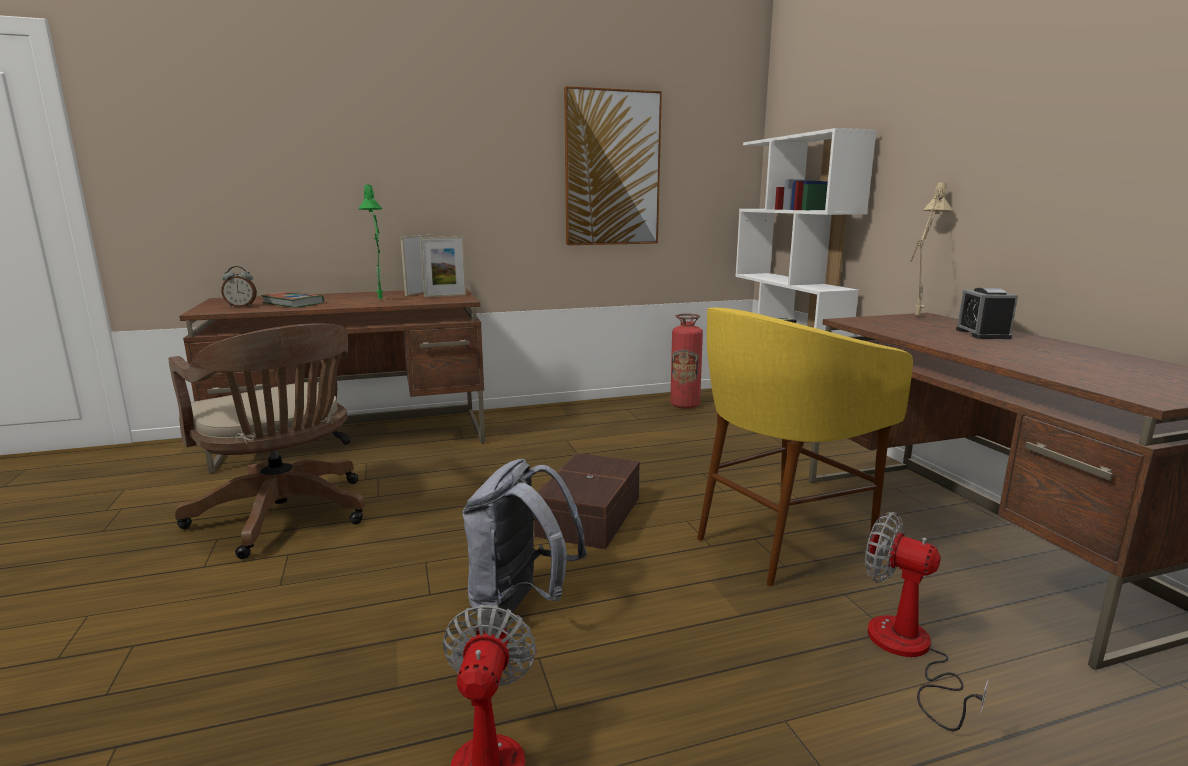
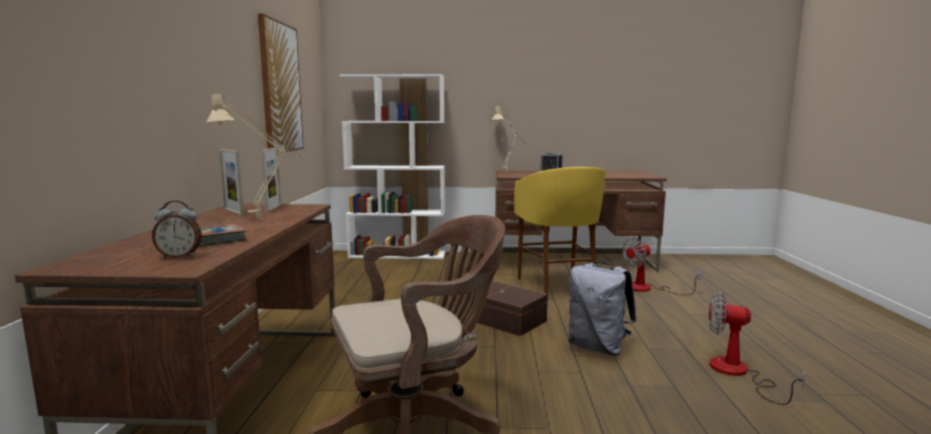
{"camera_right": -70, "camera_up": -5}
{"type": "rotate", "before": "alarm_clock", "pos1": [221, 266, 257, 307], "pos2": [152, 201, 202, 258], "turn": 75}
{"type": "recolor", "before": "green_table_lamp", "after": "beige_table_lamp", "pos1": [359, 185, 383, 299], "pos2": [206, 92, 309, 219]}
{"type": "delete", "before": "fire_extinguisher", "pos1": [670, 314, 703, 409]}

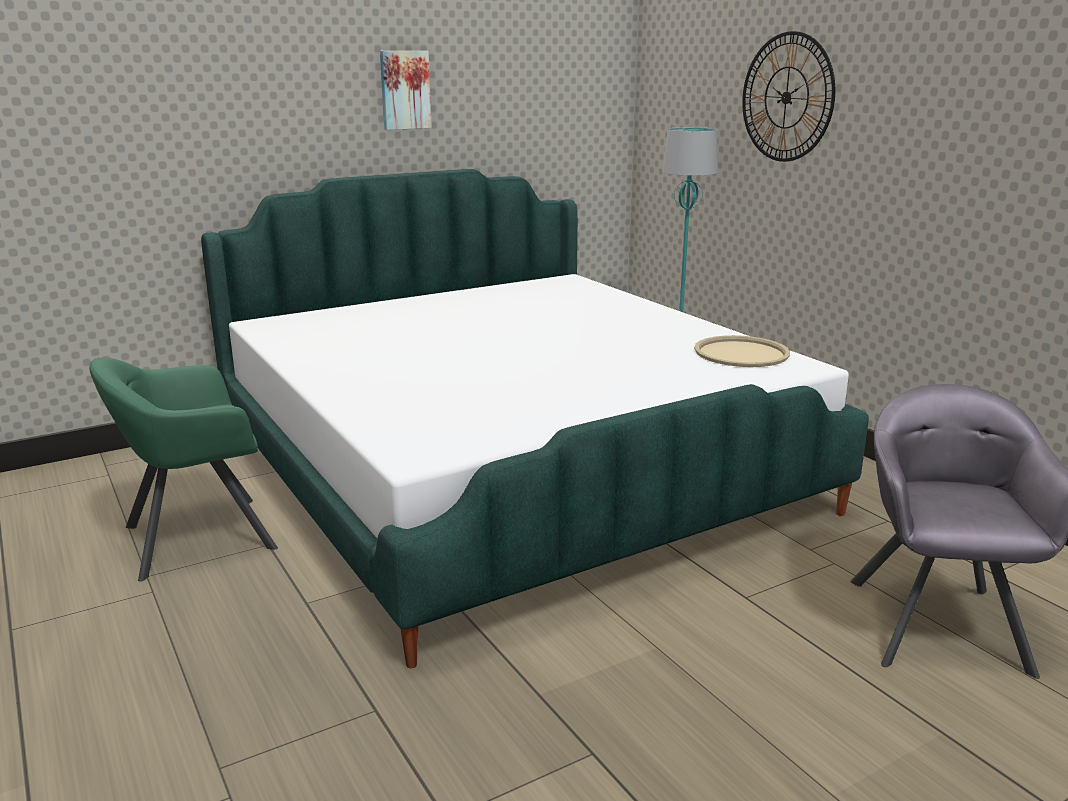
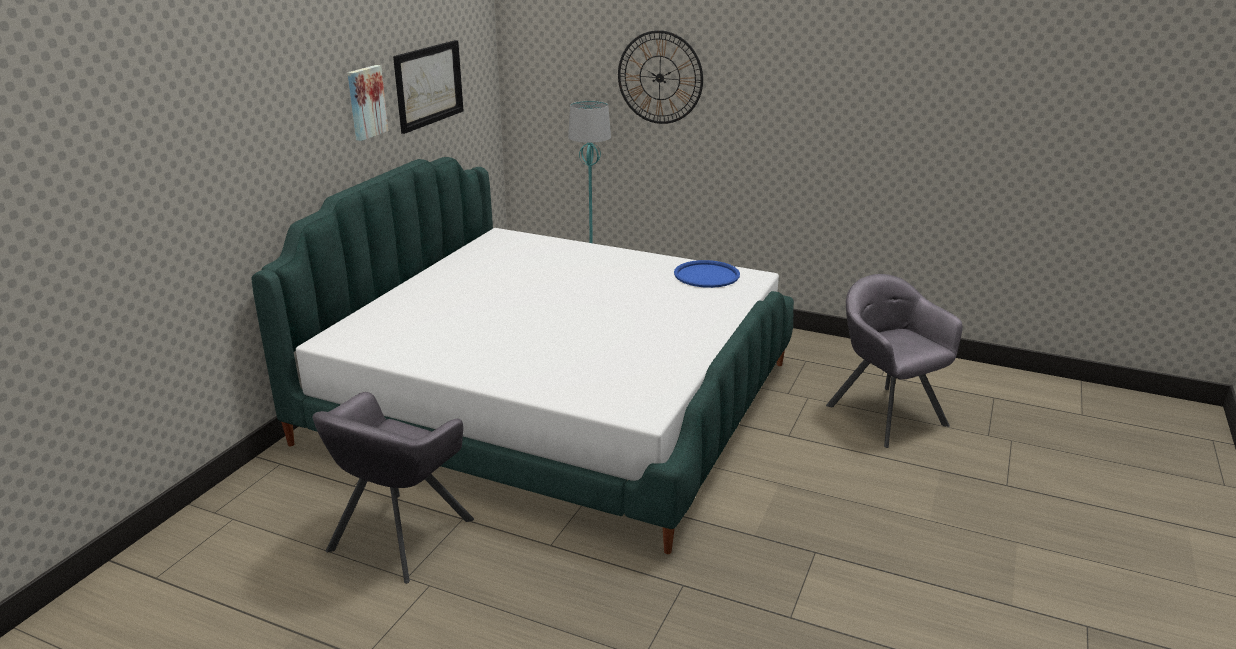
{"camera_right": -35, "camera_up": 5}
{"type": "recolor", "before": "green_armchair", "after": "grey_armchair", "pos1": [89, 358, 278, 581], "pos2": [313, 392, 474, 584]}
{"type": "recolor", "before": "beige_tray", "after": "blue_tray", "pos1": [694, 335, 790, 367], "pos2": [674, 260, 740, 288]}
{"type": "insert", "after": "picture", "pos2": [393, 40, 463, 134]}

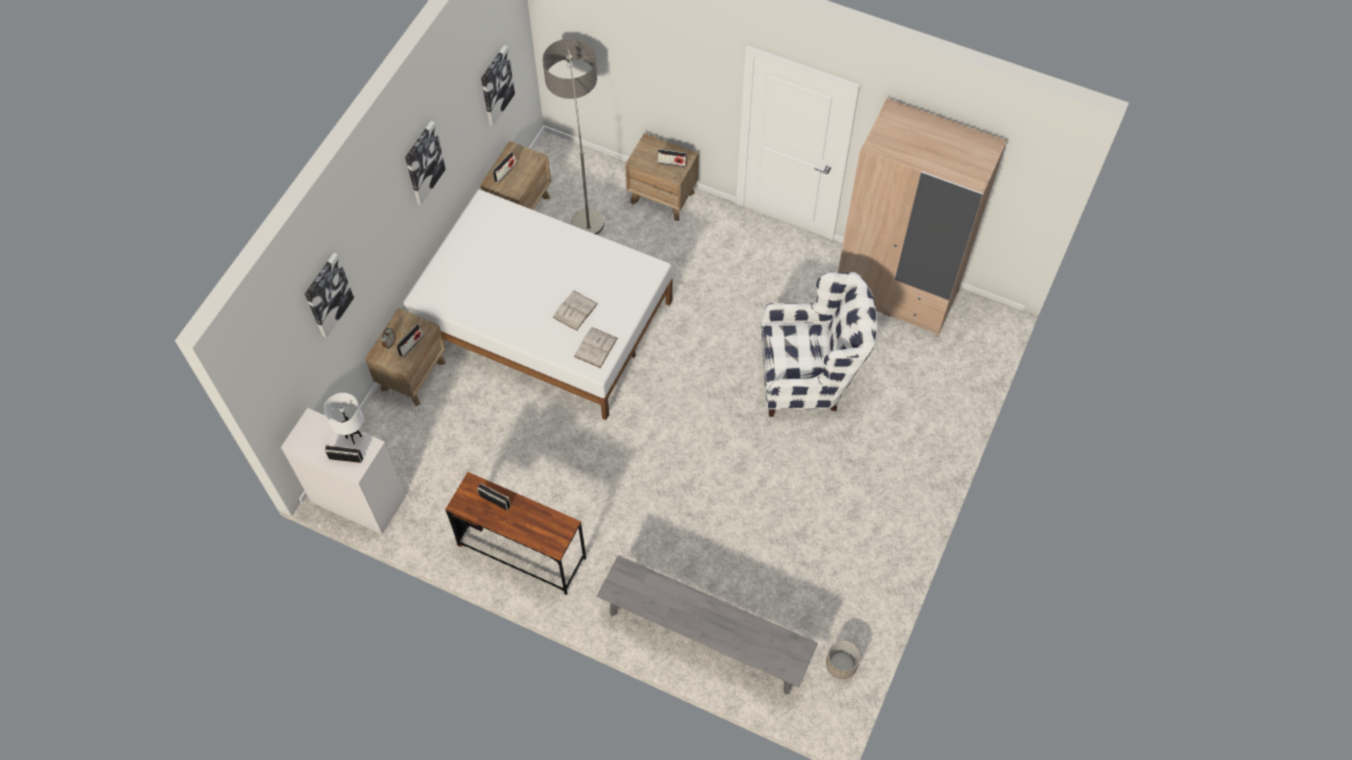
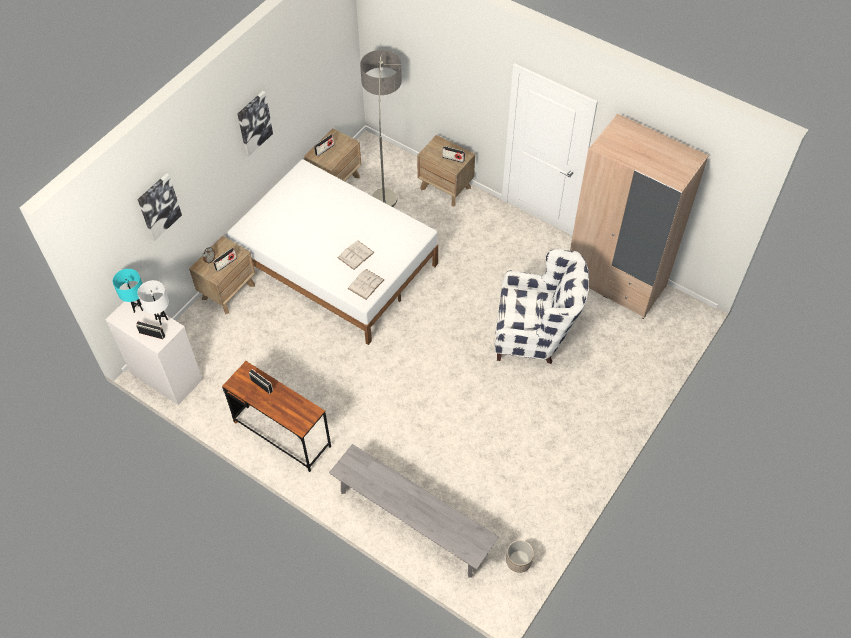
{"camera_right": 10, "camera_up": -5}
{"type": "delete", "before": "picture", "pos1": [481, 45, 515, 126]}
{"type": "insert", "after": "turquoise_table_lamp", "pos2": [113, 269, 143, 313]}

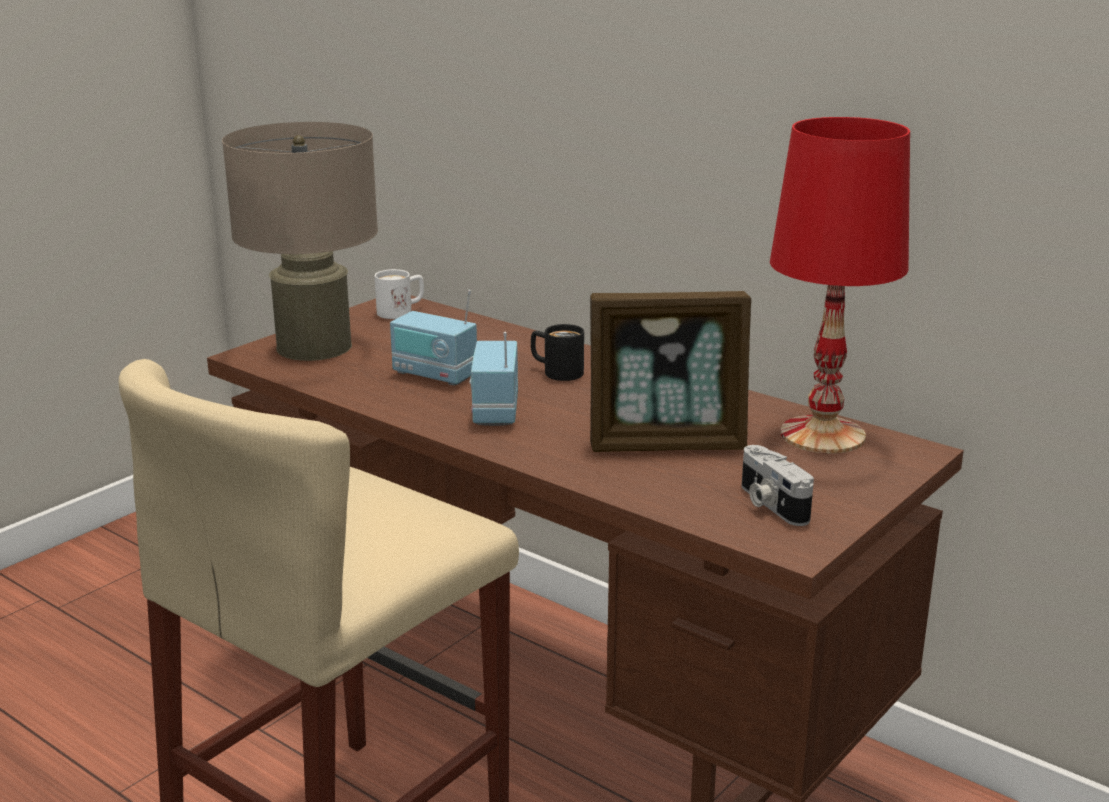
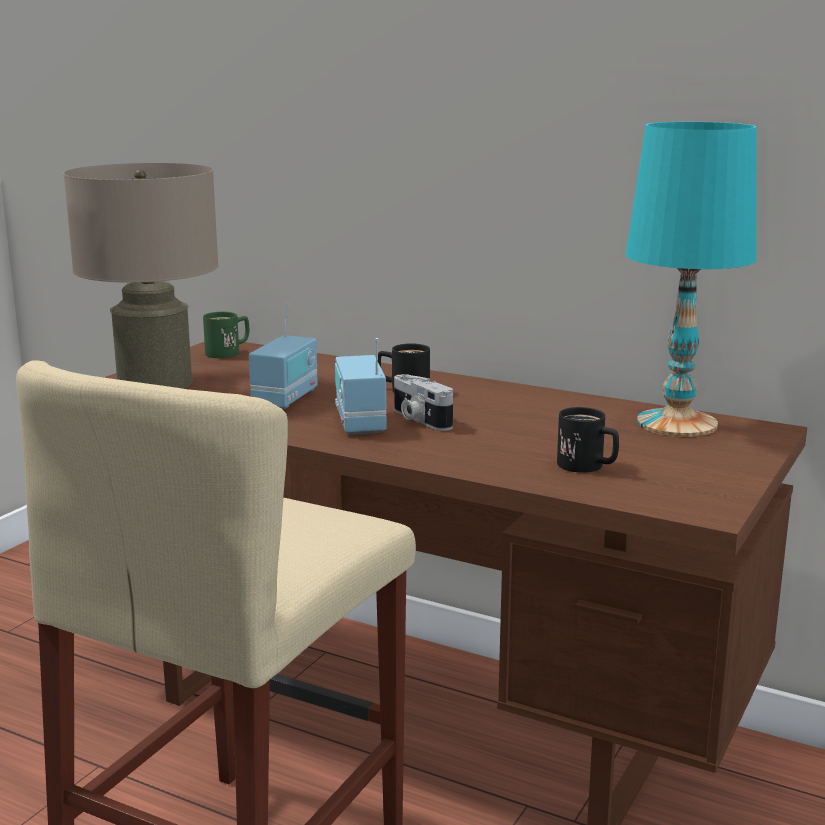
{"camera_right": -10, "camera_up": -5}
{"type": "recolor", "before": "white_mug", "after": "green_mug", "pos1": [375, 269, 424, 319], "pos2": [203, 312, 249, 358]}
{"type": "rotate", "before": "radio", "pos1": [390, 290, 477, 386], "pos2": [249, 302, 317, 409], "turn": -90}
{"type": "delete", "before": "picture_frame", "pos1": [590, 291, 751, 452]}
{"type": "move", "before": "photo_camera", "pos1": [742, 445, 814, 526], "pos2": [394, 374, 453, 431]}
{"type": "recolor", "before": "red_table_lamp", "after": "turquoise_table_lamp", "pos1": [770, 117, 910, 453], "pos2": [625, 122, 757, 437]}
{"type": "insert", "after": "black_mug", "pos2": [557, 407, 619, 473]}

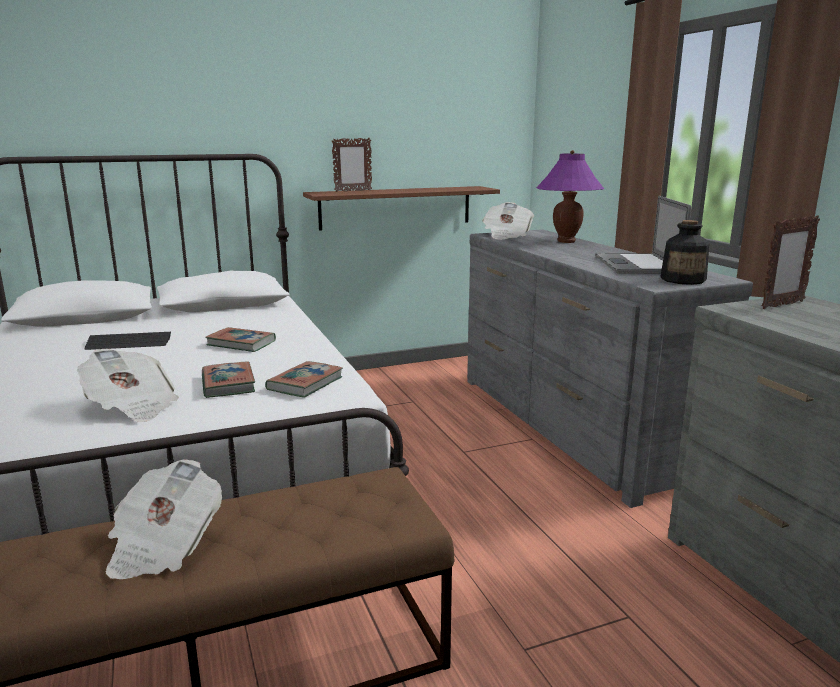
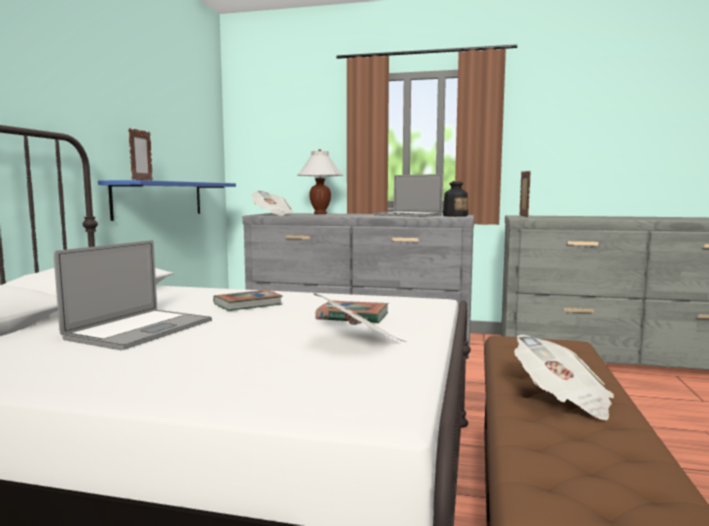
{"camera_right": -55, "camera_up": -10}
{"type": "replace", "before": "keyboard", "after": "laptop", "pos1": [84, 332, 171, 350], "pos2": [54, 240, 212, 350]}
{"type": "delete", "before": "book", "pos1": [265, 361, 343, 398]}
{"type": "recolor", "before": "brown_shelf", "after": "blue_shelf", "pos1": [303, 186, 500, 231], "pos2": [98, 180, 236, 221]}
{"type": "recolor", "before": "purple_table_lamp", "after": "white_table_lamp", "pos1": [536, 150, 604, 243], "pos2": [297, 149, 343, 214]}

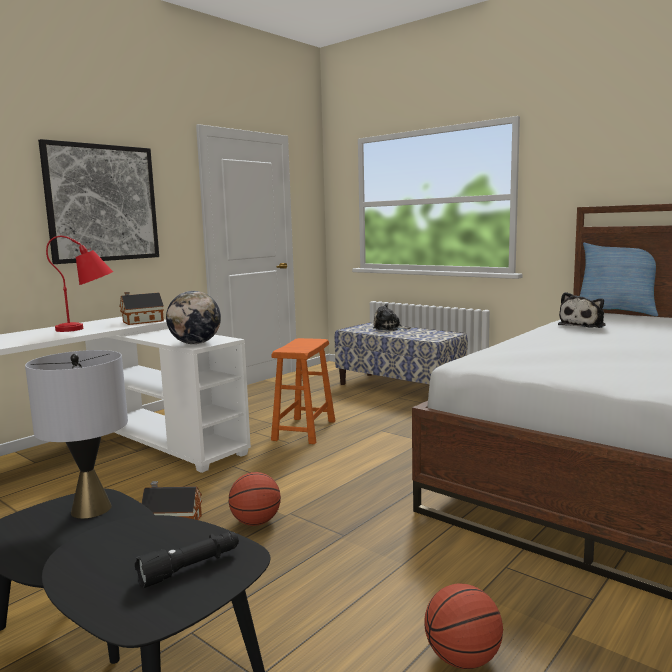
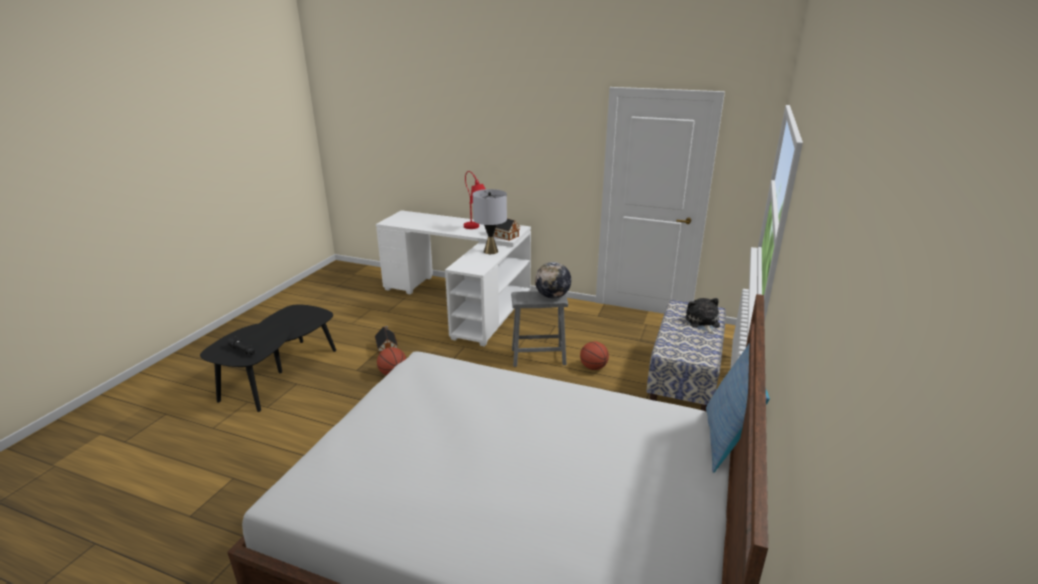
{"camera_right": 70, "camera_up": 15}
{"type": "move", "before": "grey_table_lamp", "pos1": [25, 350, 128, 519], "pos2": [473, 189, 507, 254]}
{"type": "delete", "before": "picture", "pos1": [38, 139, 159, 264]}
{"type": "move", "before": "globe", "pos1": [166, 291, 221, 344], "pos2": [535, 262, 571, 299]}
{"type": "recolor", "before": "orange_stool", "after": "grey_stool", "pos1": [271, 338, 335, 444], "pos2": [511, 292, 568, 367]}
{"type": "move", "before": "basketball", "pos1": [424, 583, 503, 669], "pos2": [580, 341, 609, 370]}
{"type": "delete", "before": "plush_toy", "pos1": [558, 292, 606, 328]}

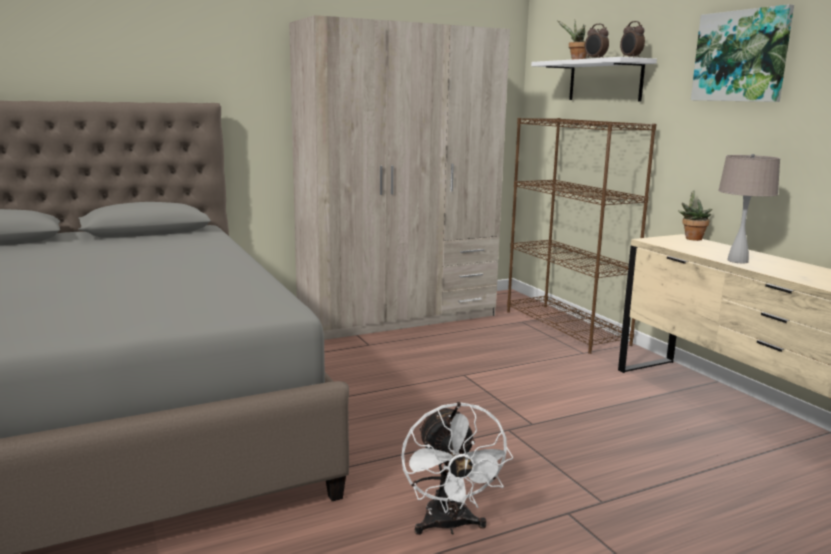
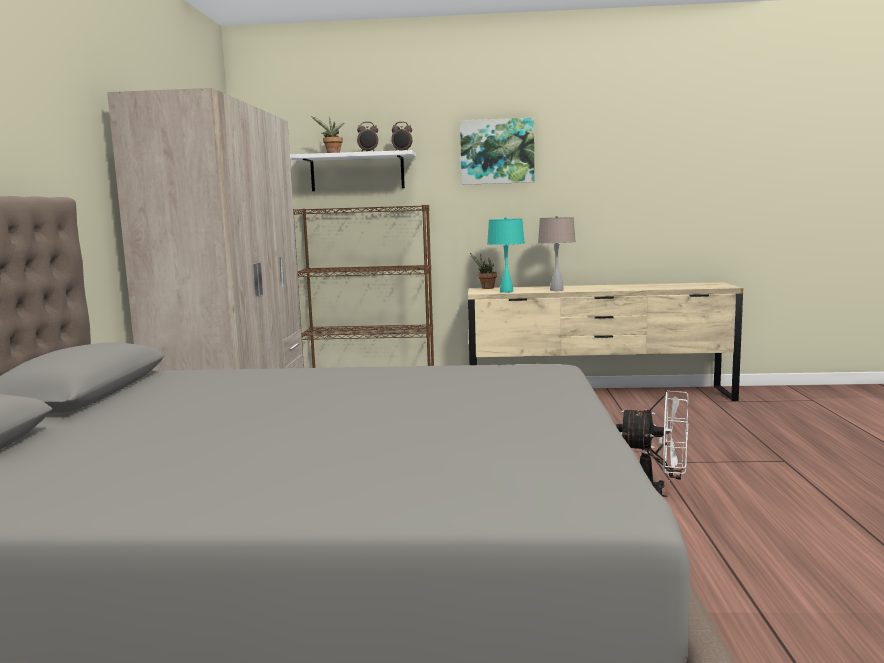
{"camera_right": -60, "camera_up": -5}
{"type": "insert", "after": "turquoise_table_lamp", "pos2": [487, 217, 525, 293]}

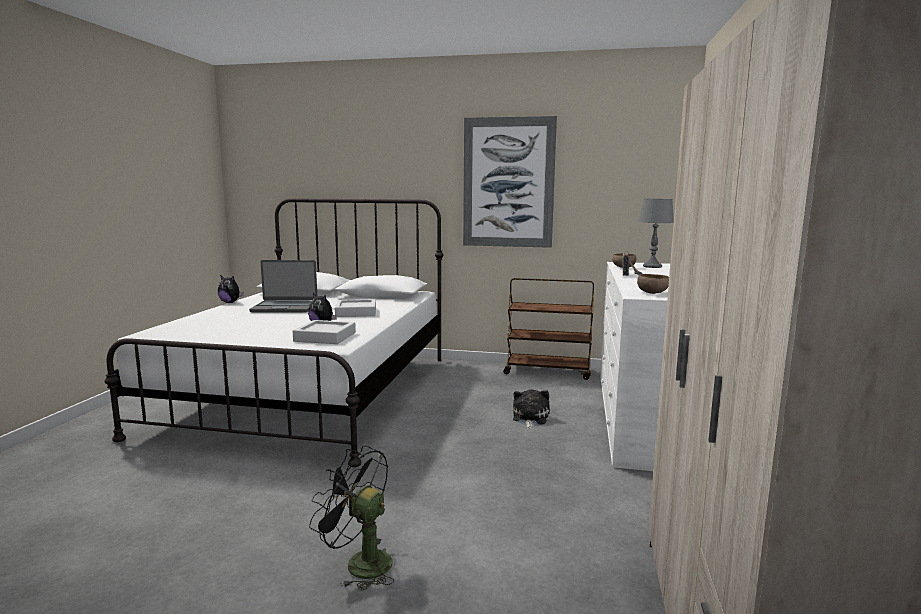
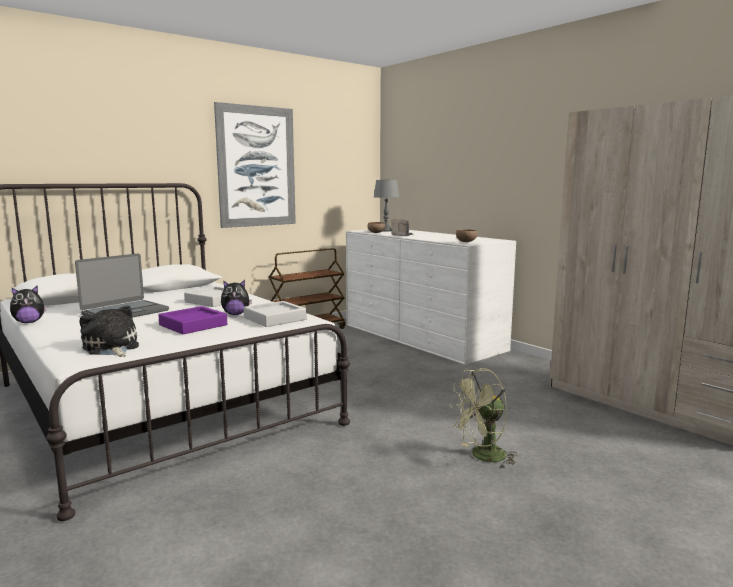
{"camera_right": -50, "camera_up": 0}
{"type": "recolor", "before": "black_fan", "after": "green_fan", "pos1": [309, 446, 394, 591], "pos2": [450, 368, 518, 468]}
{"type": "move", "before": "plush_toy", "pos1": [513, 389, 550, 430], "pos2": [80, 305, 139, 357]}
{"type": "insert", "after": "purple_tray", "pos2": [158, 306, 227, 334]}

